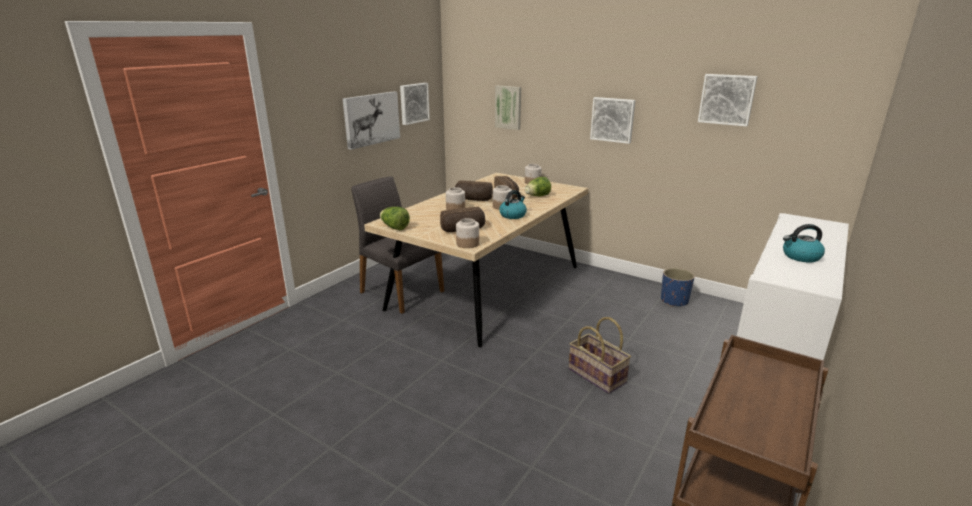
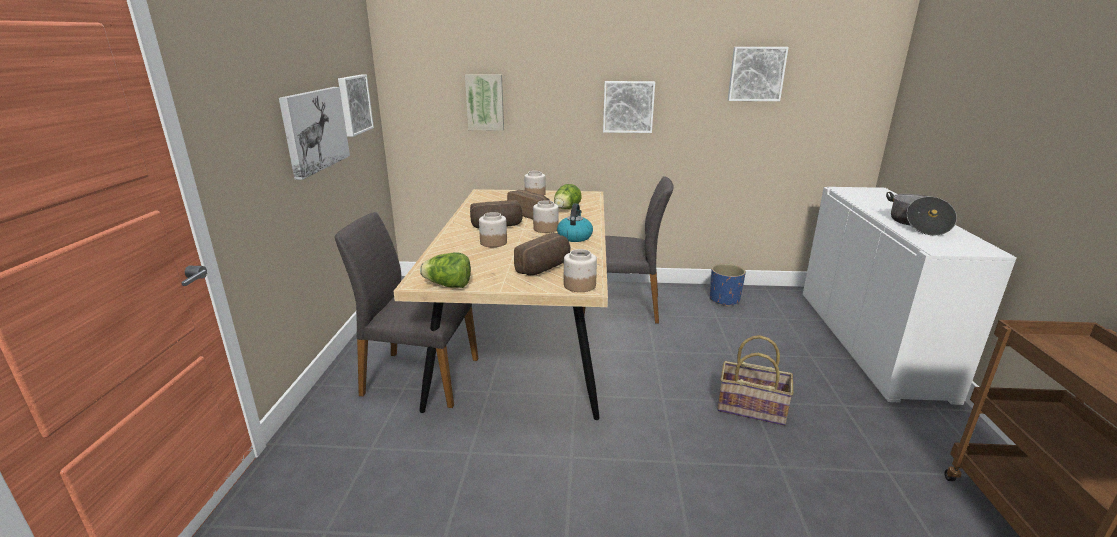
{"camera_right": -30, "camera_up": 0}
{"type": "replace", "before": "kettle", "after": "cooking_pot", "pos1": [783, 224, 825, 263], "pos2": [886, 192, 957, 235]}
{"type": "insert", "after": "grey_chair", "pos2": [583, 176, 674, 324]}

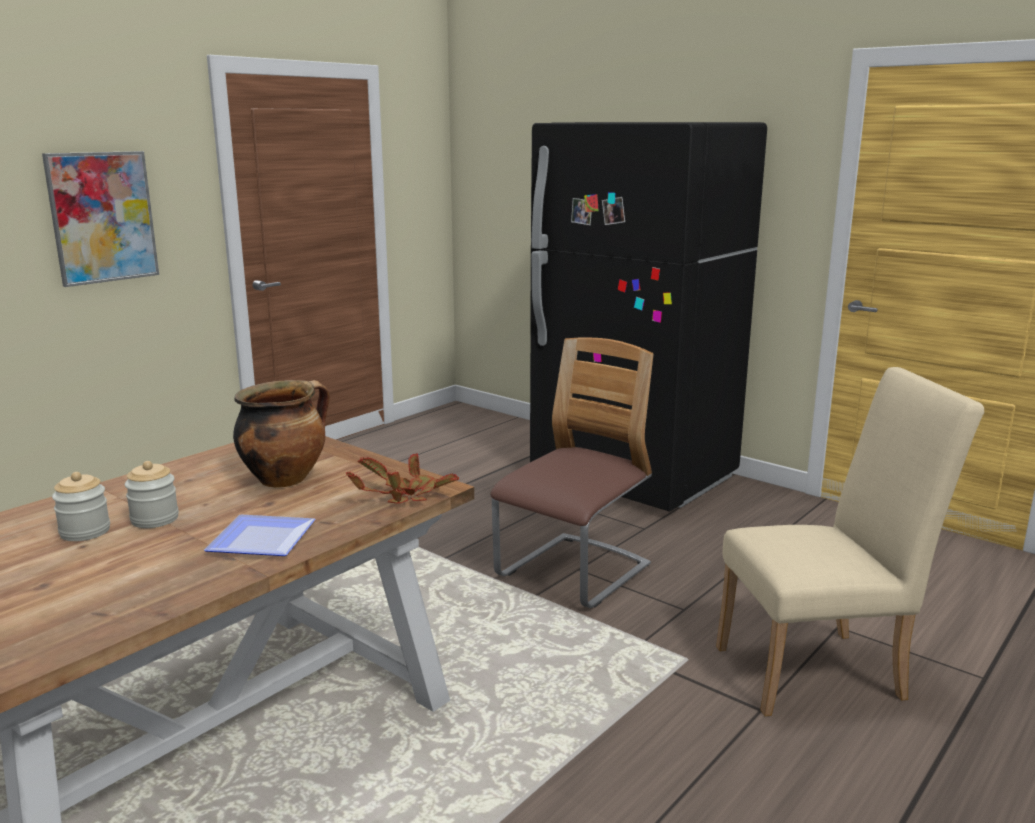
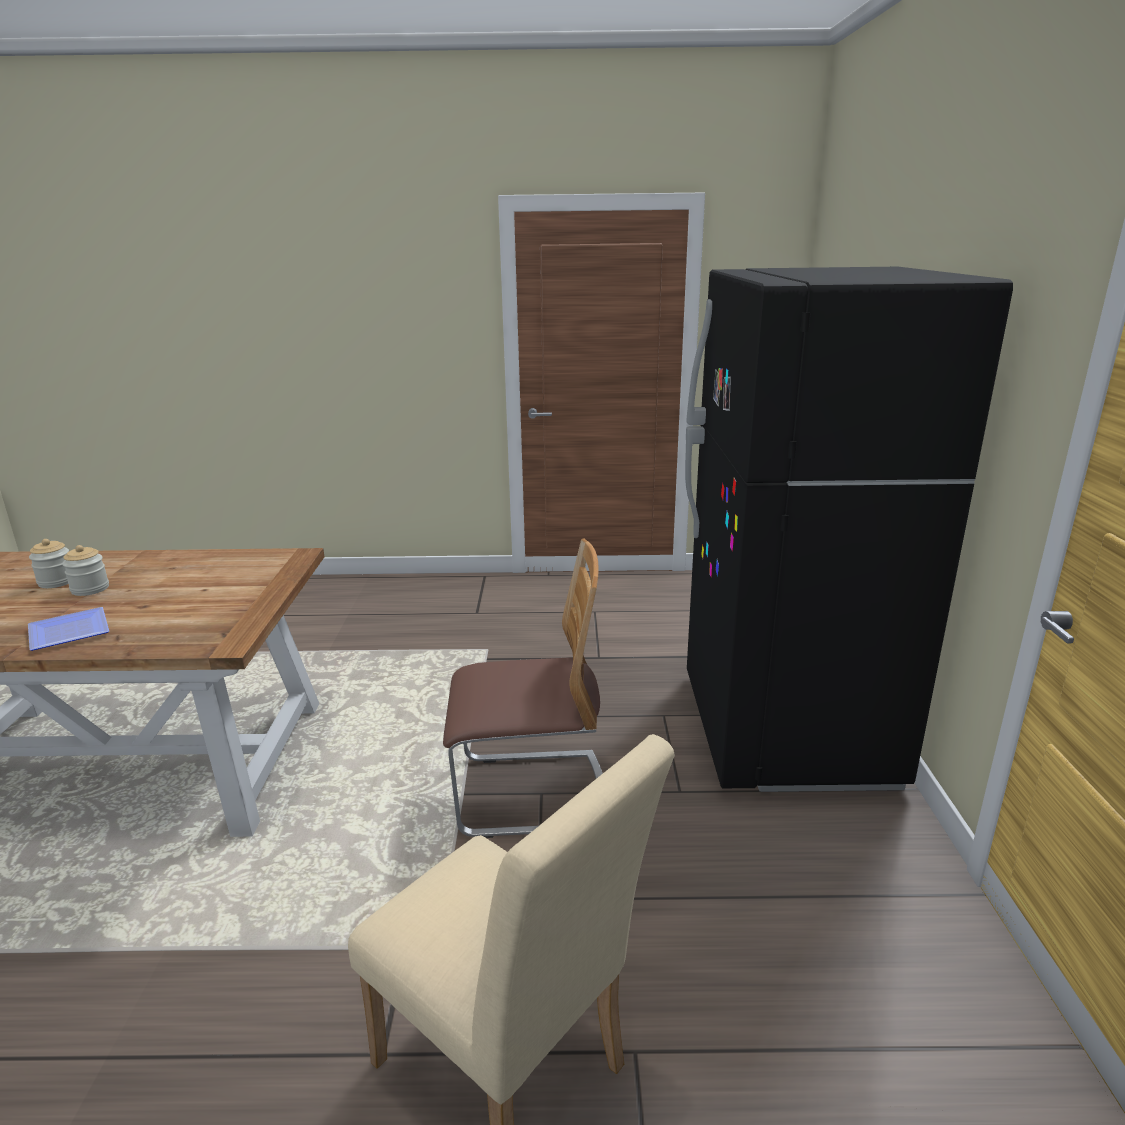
{"camera_right": 50, "camera_up": 5}
{"type": "delete", "before": "picture", "pos1": [42, 151, 159, 287]}
{"type": "delete", "before": "cooking_pot", "pos1": [233, 380, 330, 488]}
{"type": "delete", "before": "potted_plant", "pos1": [346, 453, 459, 504]}

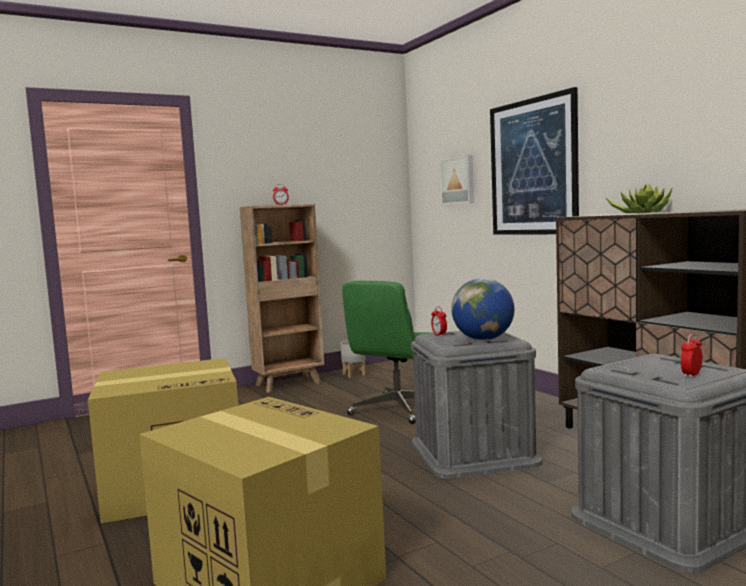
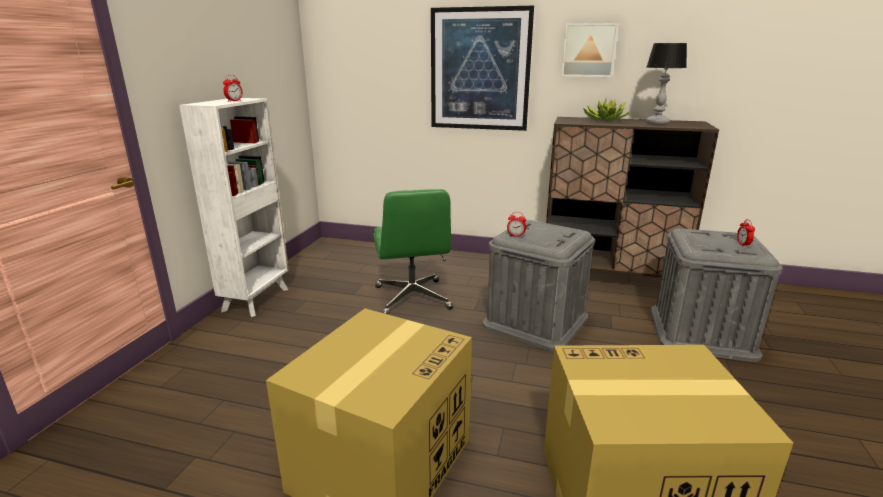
{"camera_right": -45, "camera_up": 15}
{"type": "recolor", "before": "brown_bookcase", "after": "white_bookcase", "pos1": [240, 204, 324, 393], "pos2": [179, 98, 288, 317]}
{"type": "delete", "before": "grey_planter", "pos1": [341, 341, 366, 378]}
{"type": "move", "before": "picture", "pos1": [440, 155, 474, 205], "pos2": [561, 23, 619, 77]}
{"type": "delete", "before": "globe", "pos1": [451, 278, 515, 340]}
{"type": "insert", "after": "table_lamp", "pos2": [646, 43, 687, 125]}

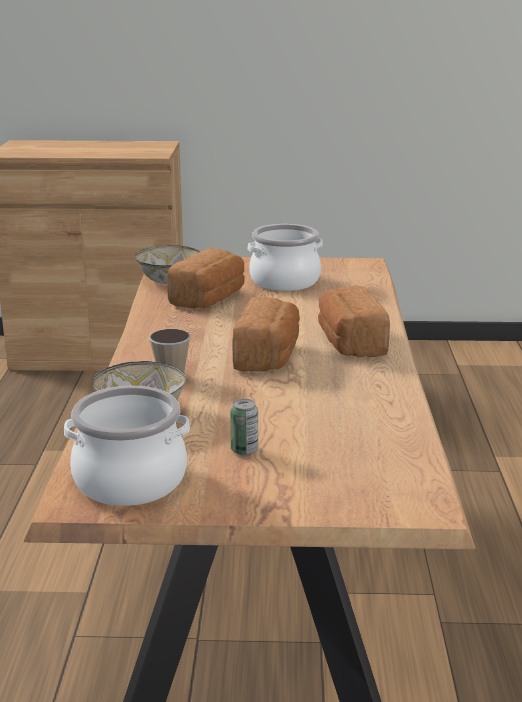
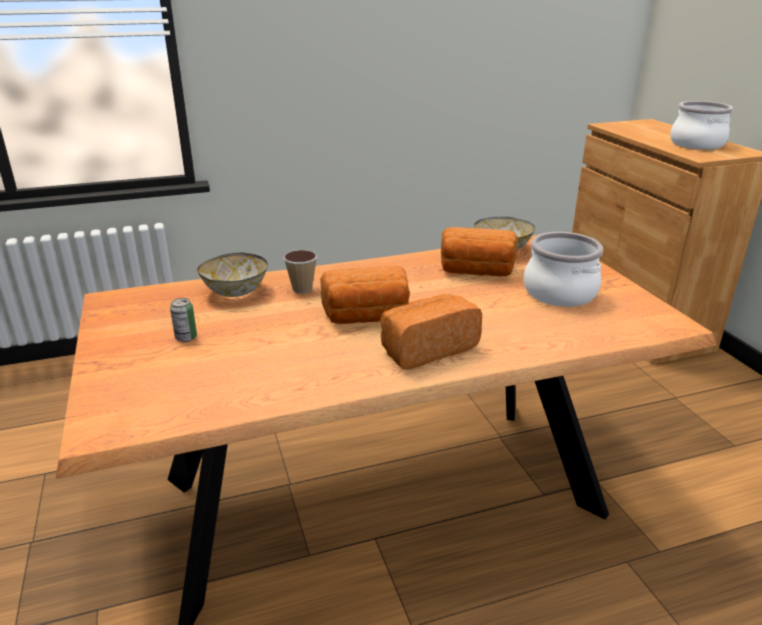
{"camera_right": 70, "camera_up": 5}
{"type": "move", "before": "cooking_pot", "pos1": [64, 386, 190, 506], "pos2": [670, 101, 733, 150]}

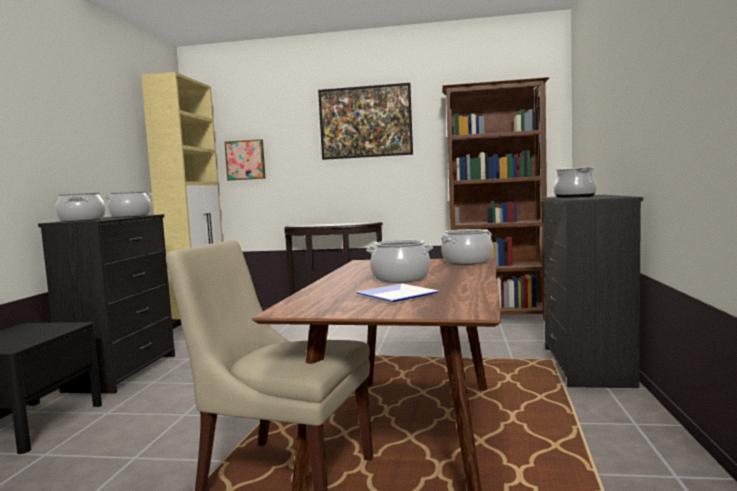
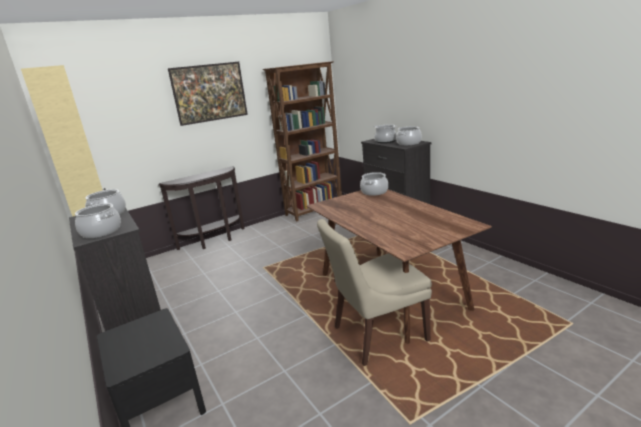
{"camera_right": -40, "camera_up": 15}
{"type": "delete", "before": "picture", "pos1": [225, 139, 265, 180]}
{"type": "delete", "before": "plate", "pos1": [356, 284, 439, 302]}
{"type": "move", "before": "cooking_pot", "pos1": [367, 240, 433, 283], "pos2": [396, 126, 422, 146]}

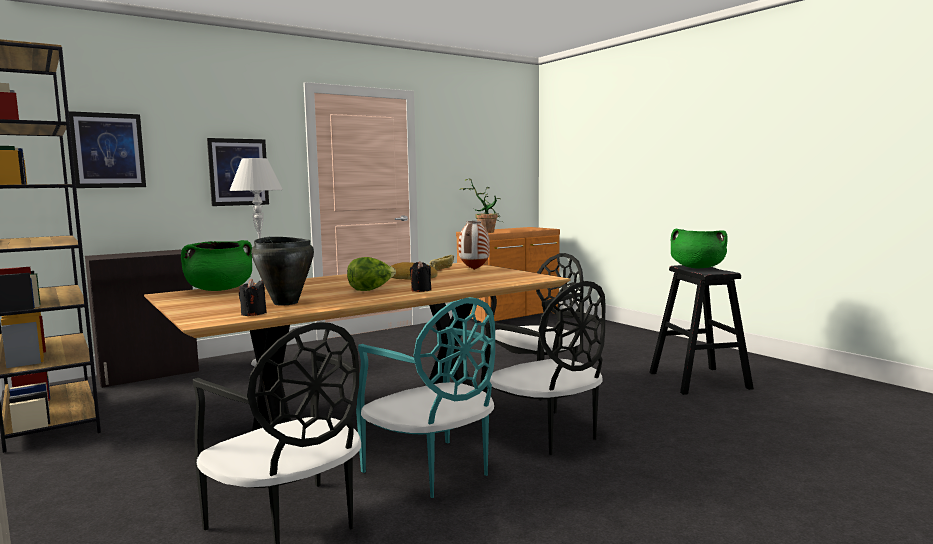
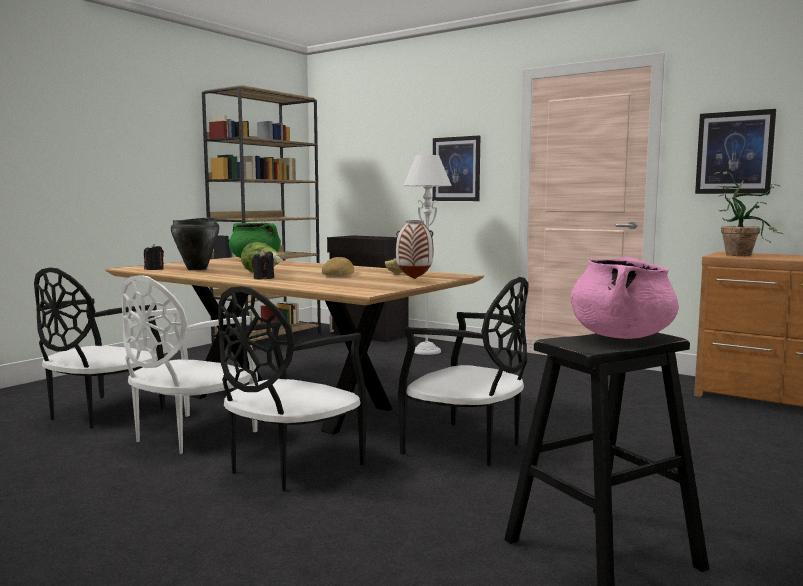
{"camera_right": 70, "camera_up": 0}
{"type": "move", "before": "picture", "pos1": [69, 111, 146, 188], "pos2": [695, 109, 776, 194]}
{"type": "recolor", "before": "turquoise_chair", "after": "white_chair", "pos1": [356, 297, 495, 498], "pos2": [121, 275, 258, 454]}
{"type": "recolor", "before": "green_cooking_pot", "after": "pink_cooking_pot", "pos1": [671, 229, 728, 268], "pos2": [571, 257, 679, 339]}

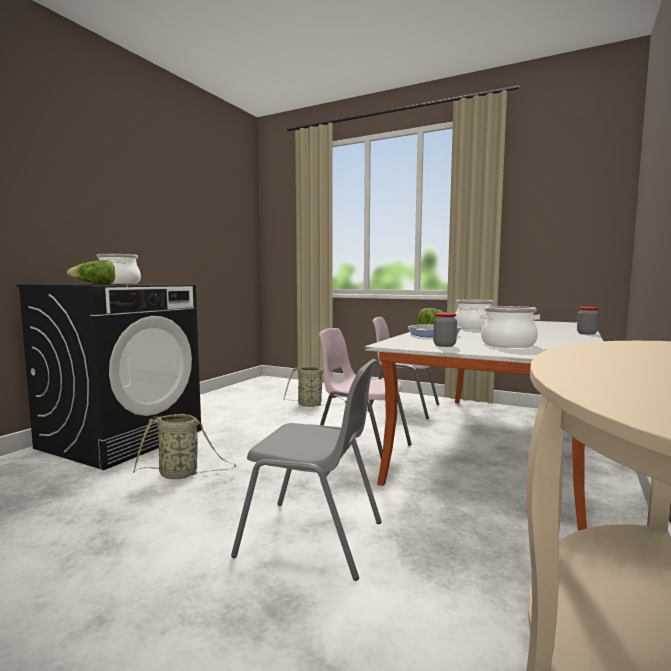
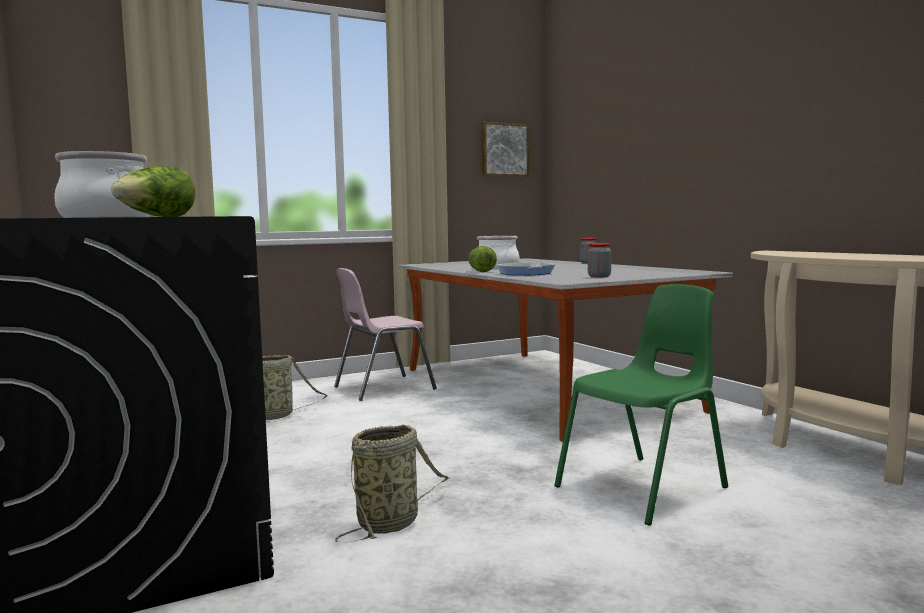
{"camera_right": -55, "camera_up": 0}
{"type": "recolor", "before": "grey_chair", "after": "green_chair", "pos1": [231, 359, 382, 581], "pos2": [554, 284, 728, 526]}
{"type": "delete", "before": "pink_chair", "pos1": [319, 328, 412, 458]}
{"type": "delete", "before": "cooking_pot", "pos1": [480, 306, 540, 348]}
{"type": "insert", "after": "picture", "pos2": [481, 122, 529, 177]}

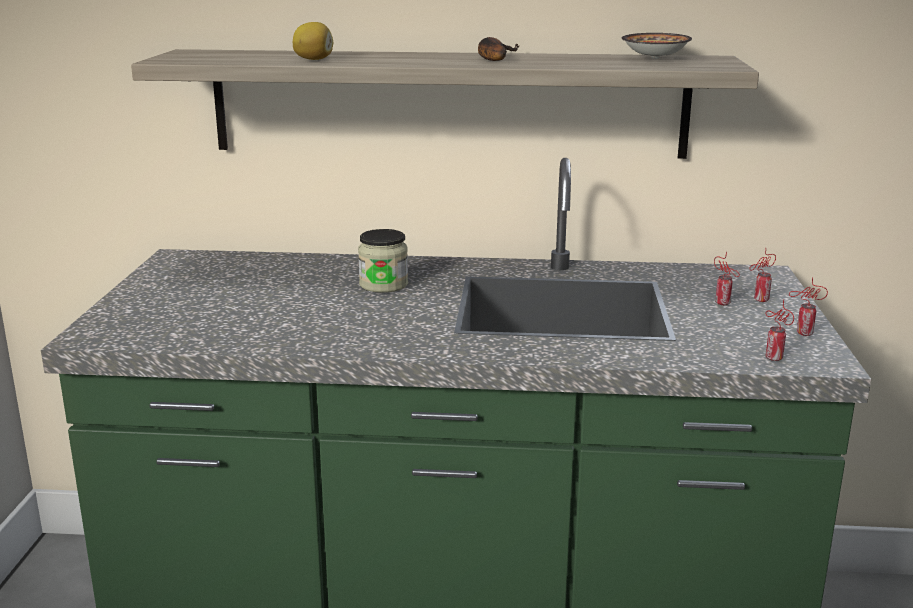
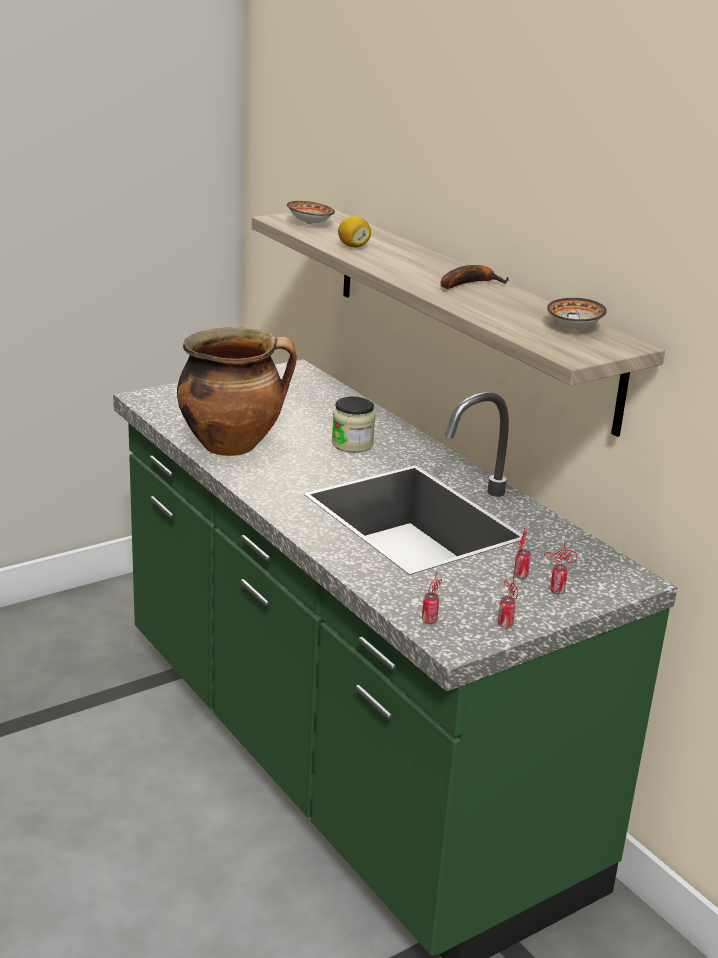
{"camera_right": 50, "camera_up": 5}
{"type": "insert", "after": "cooking_pot", "pos2": [177, 327, 297, 456]}
{"type": "insert", "after": "bowl", "pos2": [287, 201, 335, 224]}

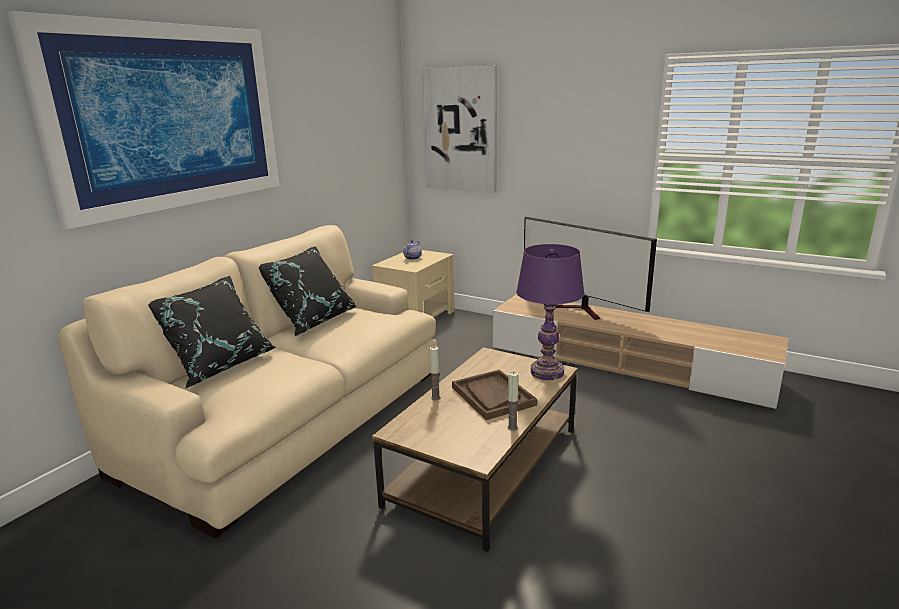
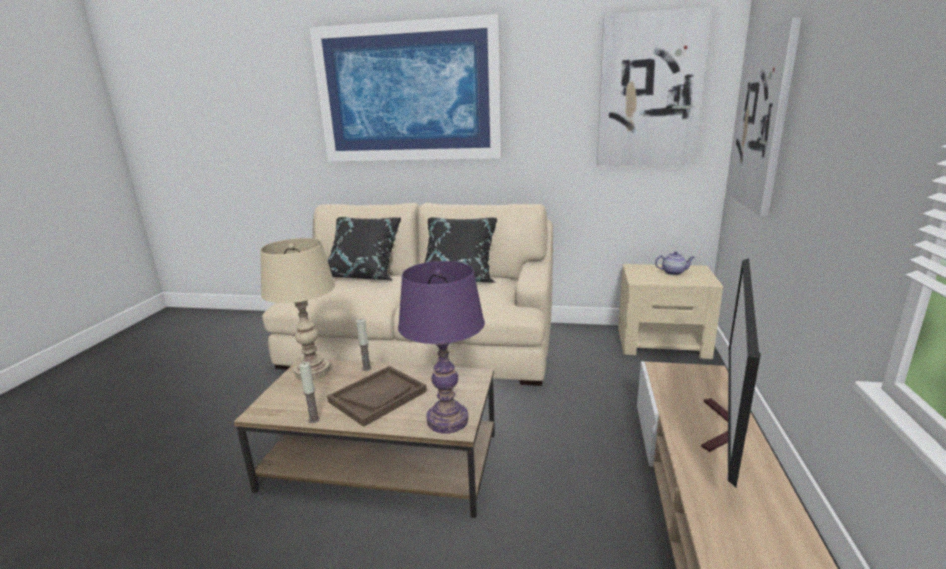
{"camera_right": 70, "camera_up": 0}
{"type": "insert", "after": "beige_table_lamp", "pos2": [260, 238, 335, 380]}
{"type": "insert", "after": "picture", "pos2": [597, 7, 712, 165]}

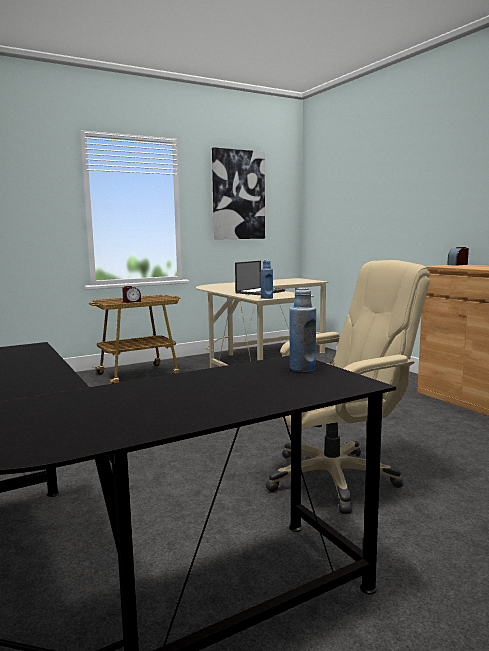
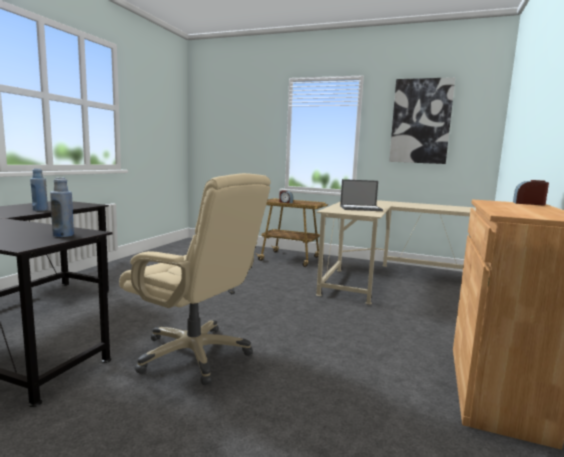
{"camera_right": 50, "camera_up": 0}
{"type": "move", "before": "blue_bottle", "pos1": [261, 259, 273, 299], "pos2": [30, 168, 48, 211]}

